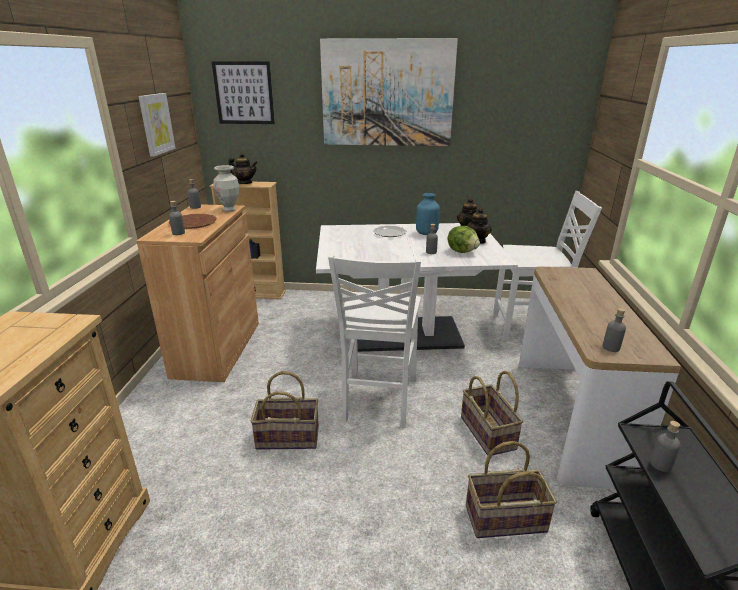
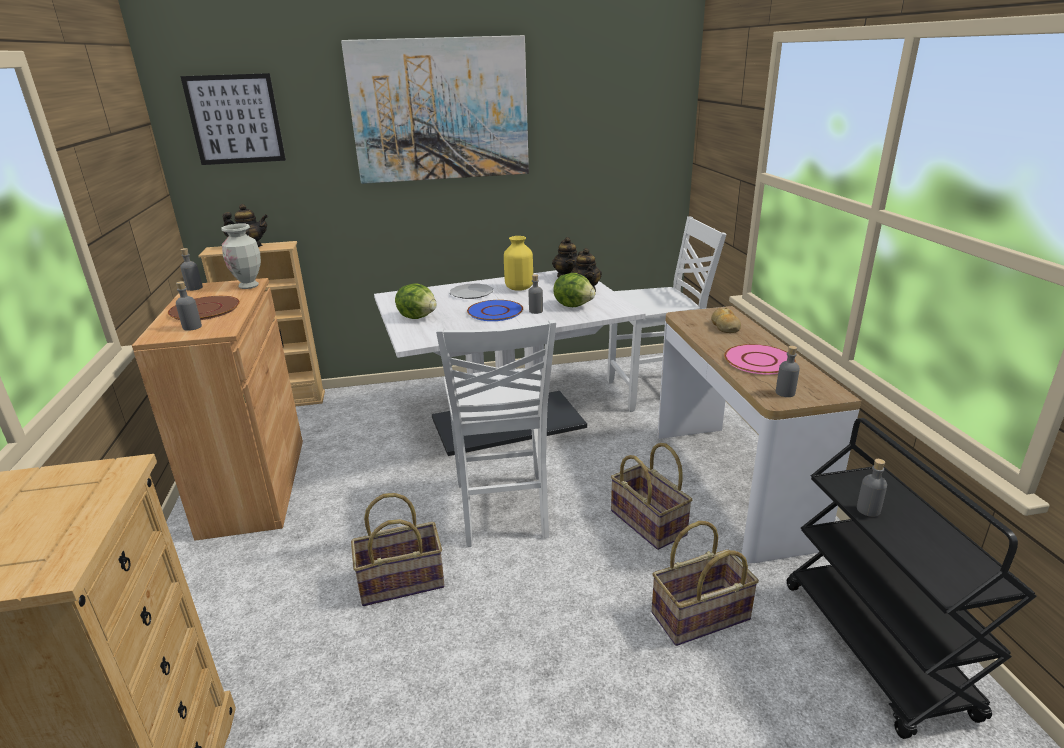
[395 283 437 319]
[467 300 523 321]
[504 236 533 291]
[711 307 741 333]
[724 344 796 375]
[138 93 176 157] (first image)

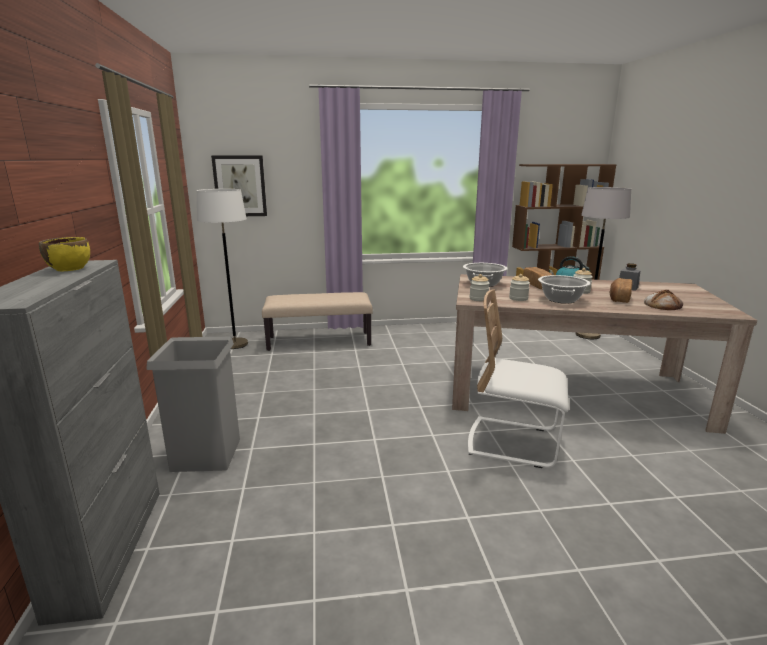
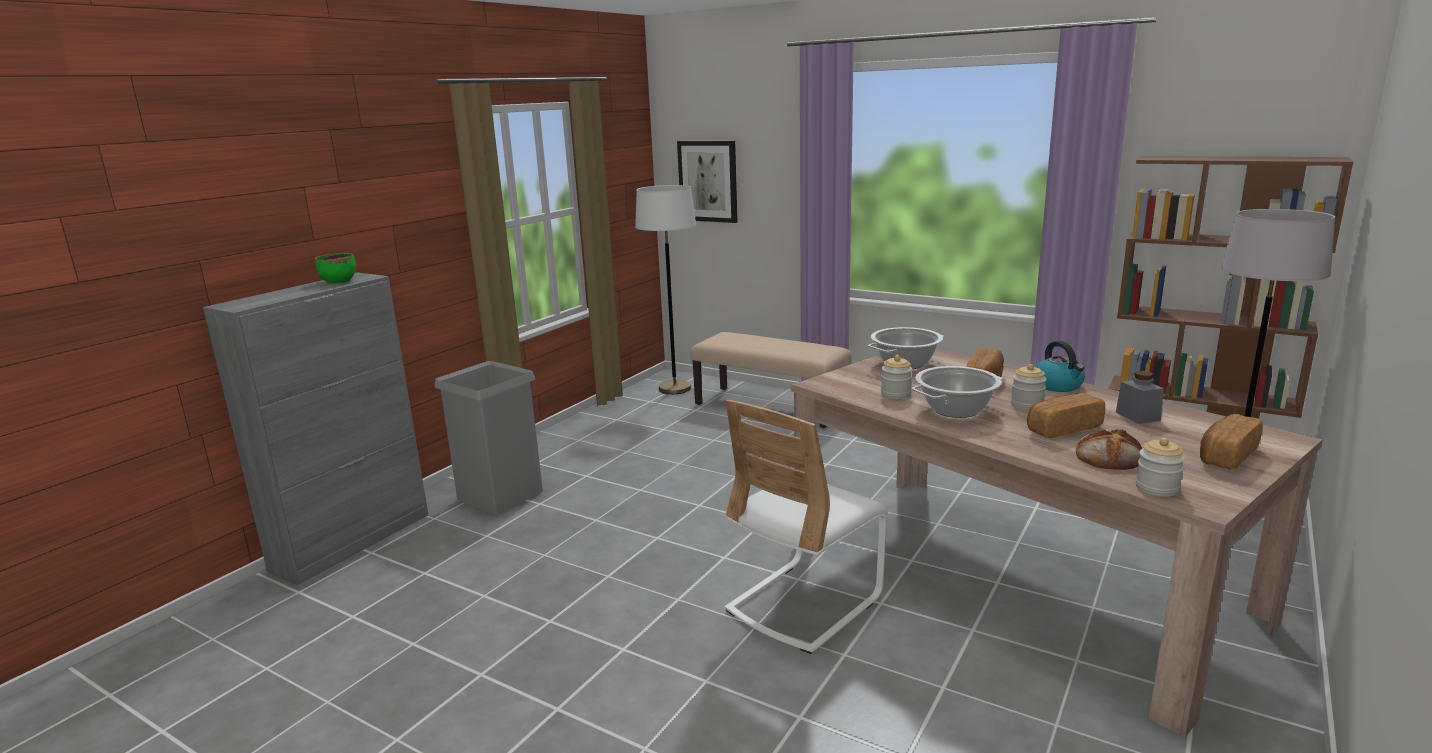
[314 253 356 284]
[725 400 887 654]
[1135 438 1185 497]
[1200 414 1263 470]

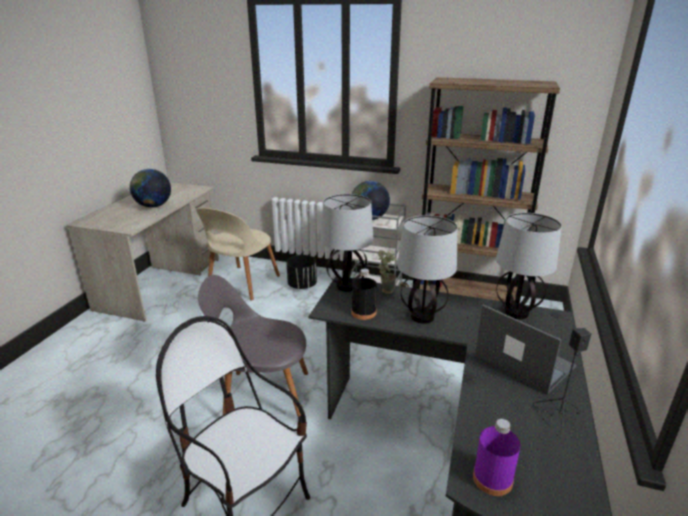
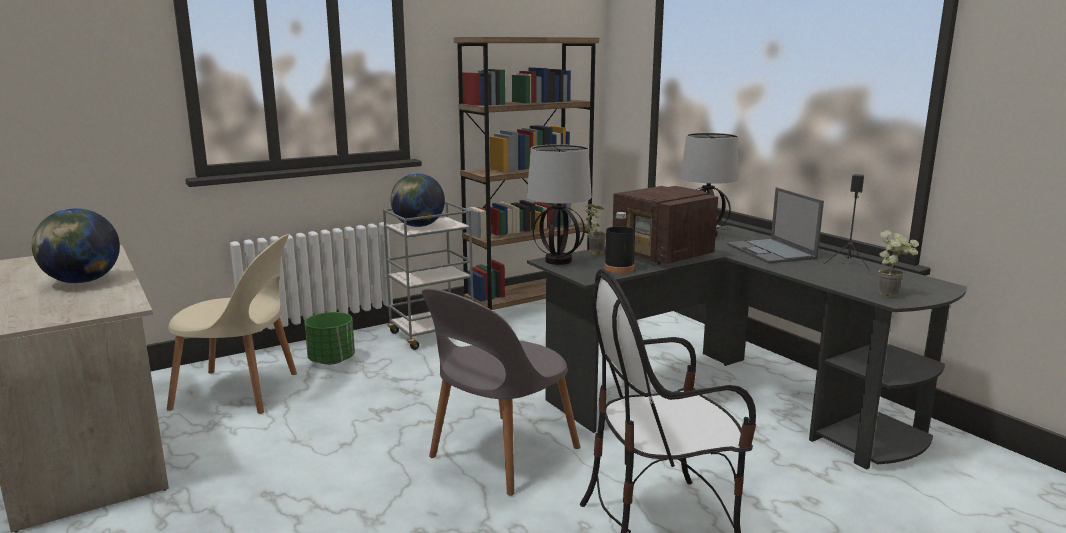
[167 234 297 414]
[304 312 355 365]
[613 186 718 265]
[727 187 824 264]
[879 229 919 297]

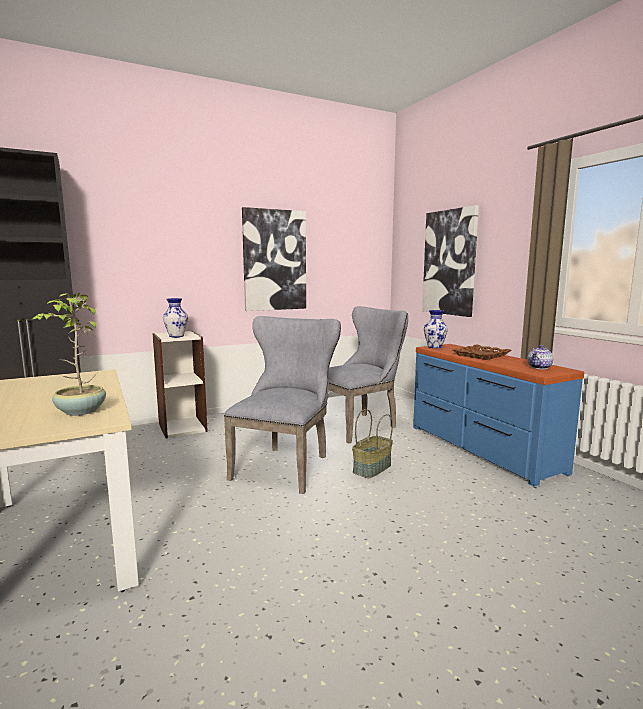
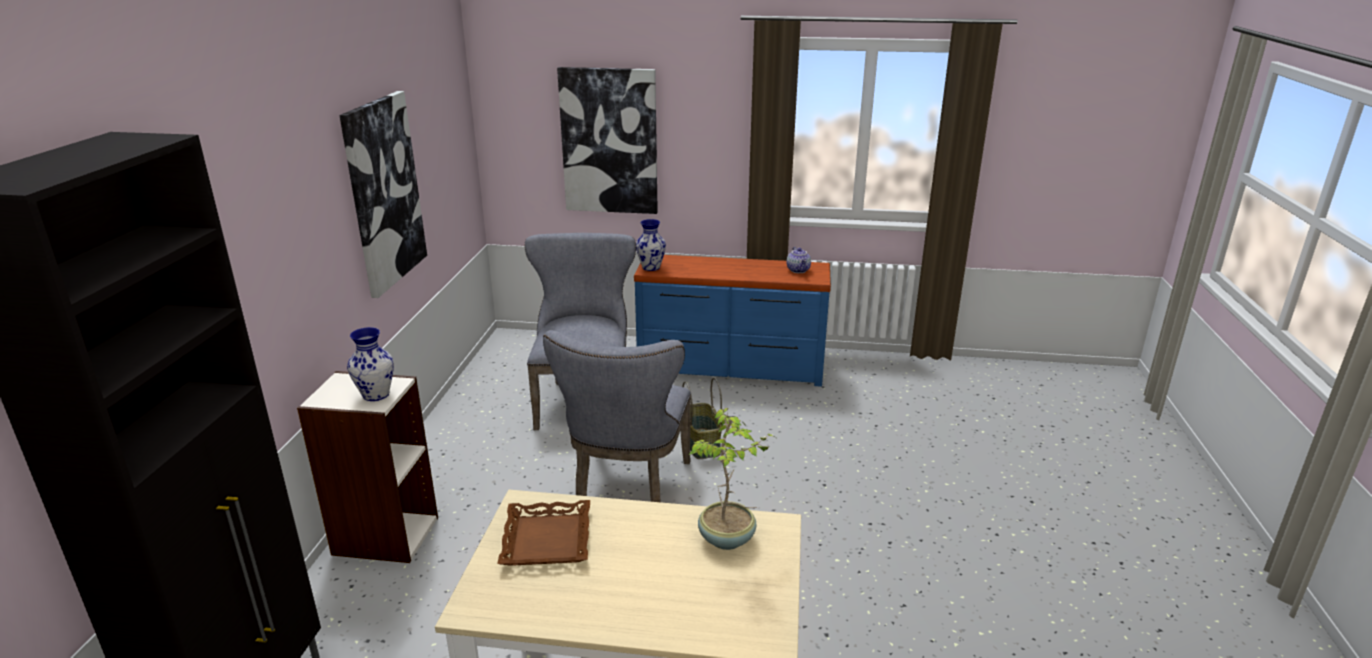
[497 500 590 566]
[543 330 691 502]

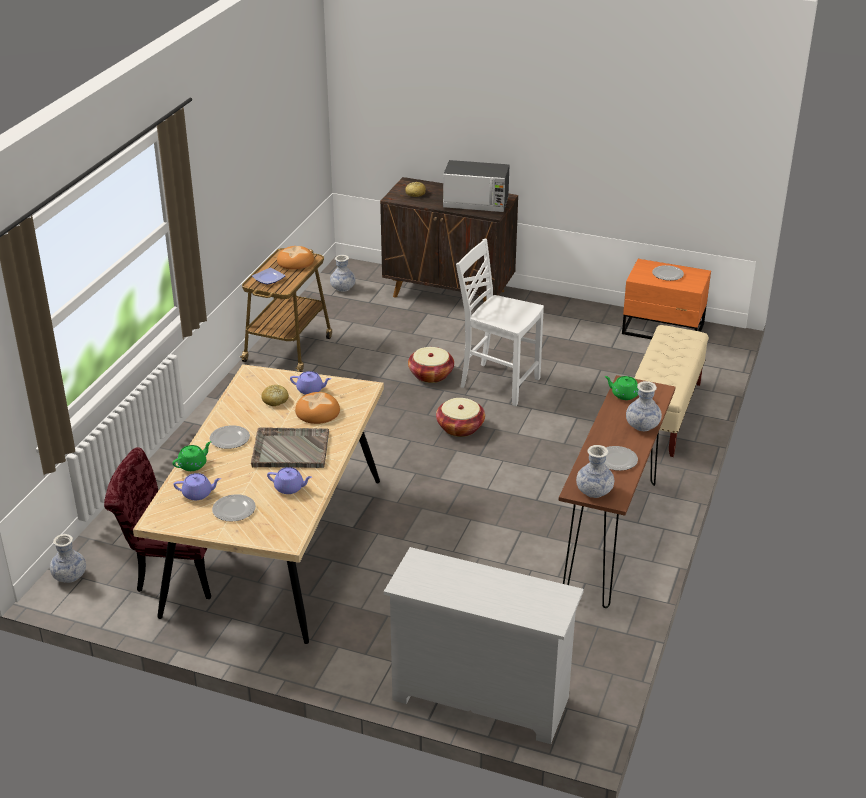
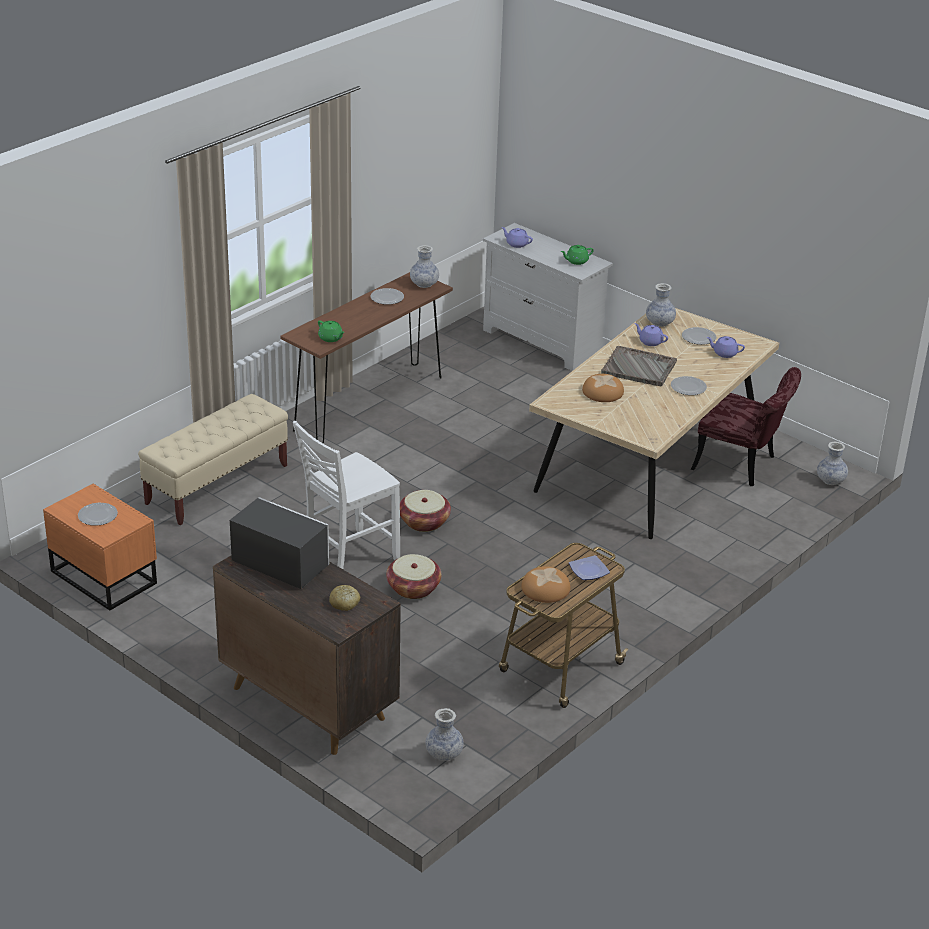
[293 421 400 569]
[502 227 533 248]
[560 245 594 265]
[646 283 676 327]
[261 385 289 406] (first image)

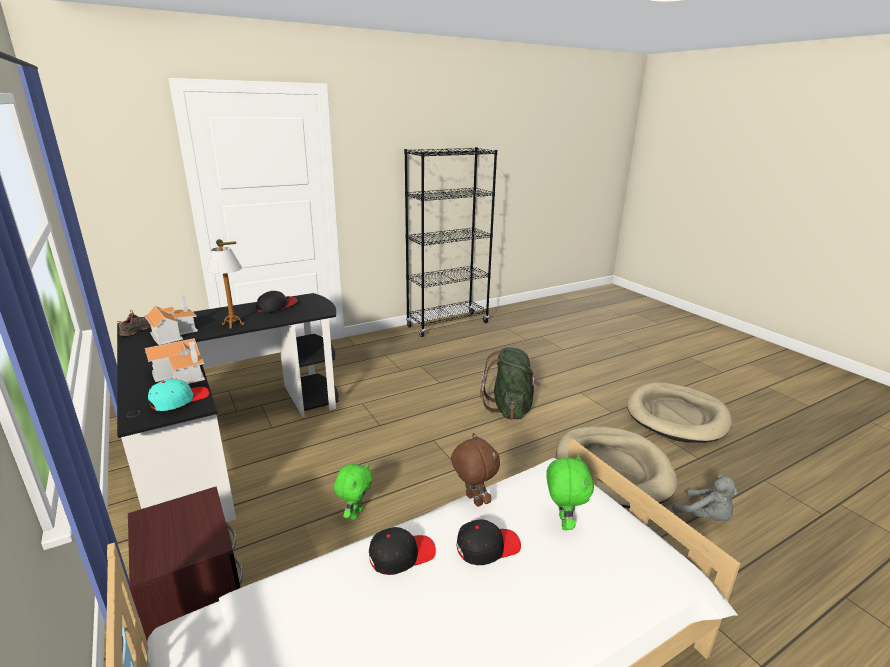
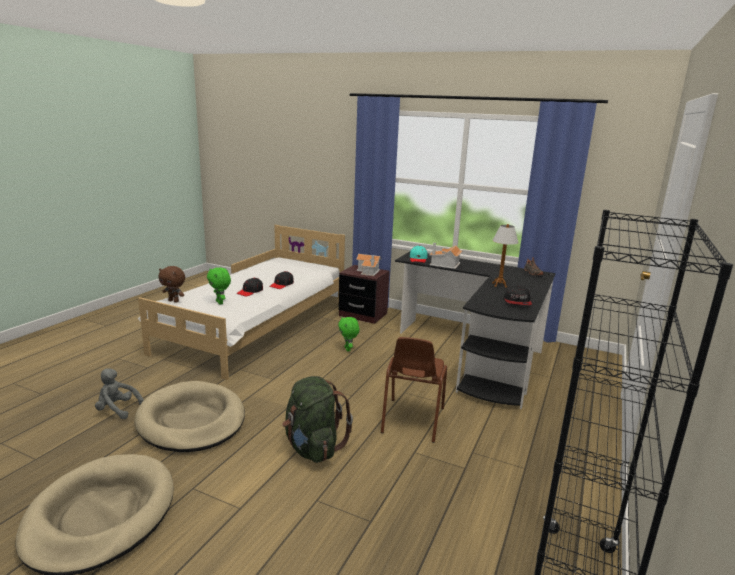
[159 266 185 303]
[356 254 381 276]
[381 337 447 443]

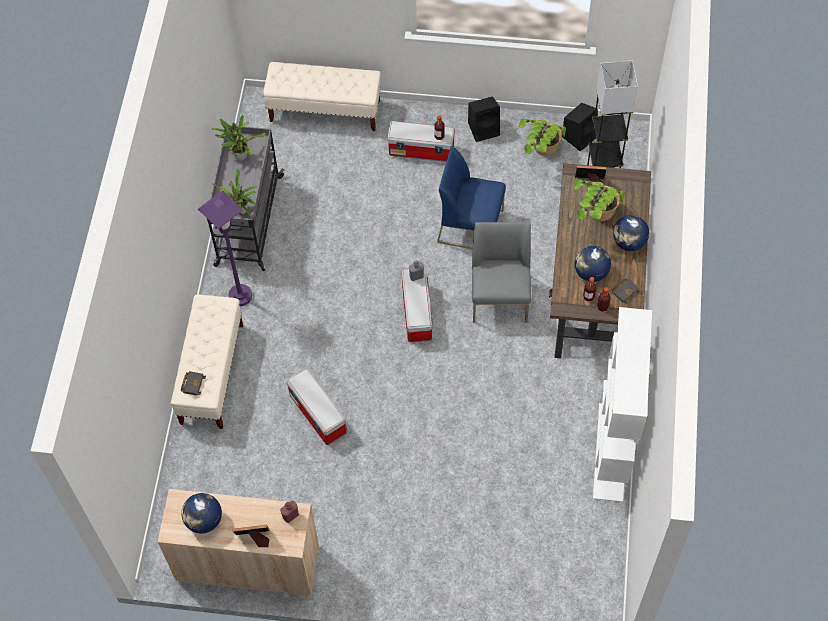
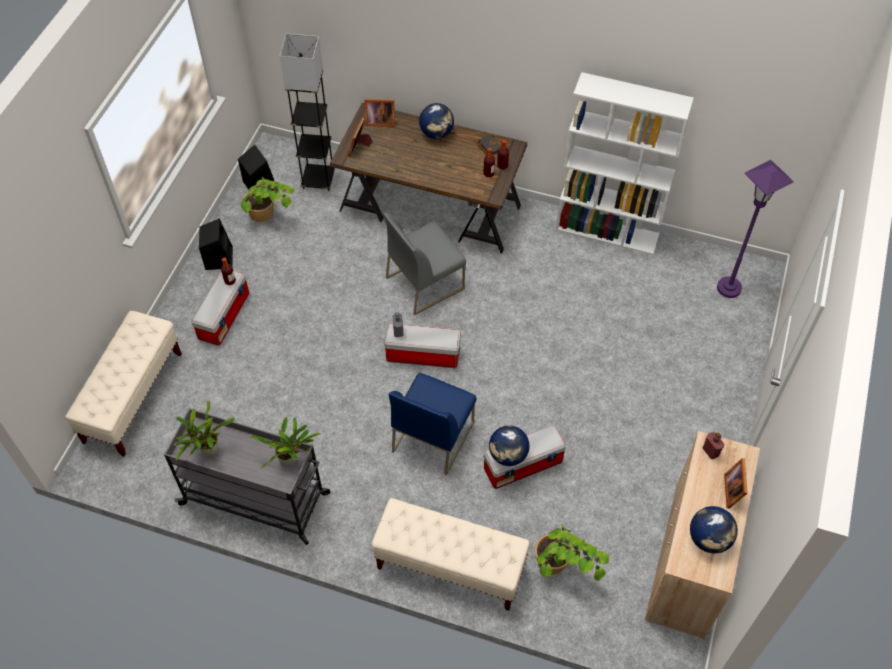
[365 99 395 127]
[383 212 466 315]
[389 373 476 475]
[489 425 530 466]
[535 524 610 581]
[717 160 794 298]
[180 371 206 396] (first image)

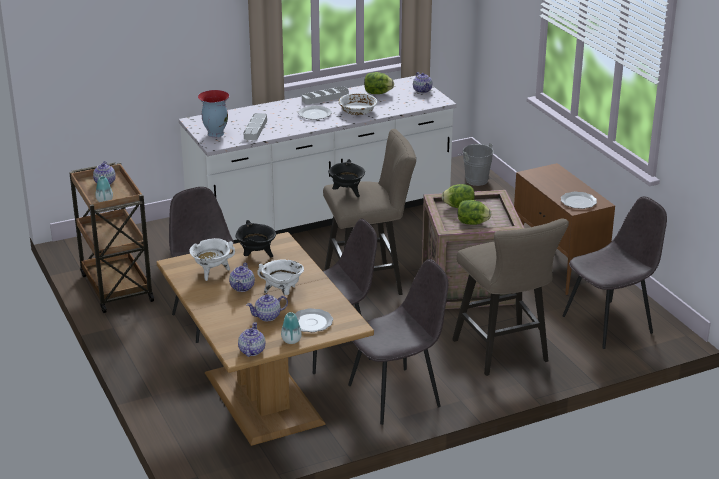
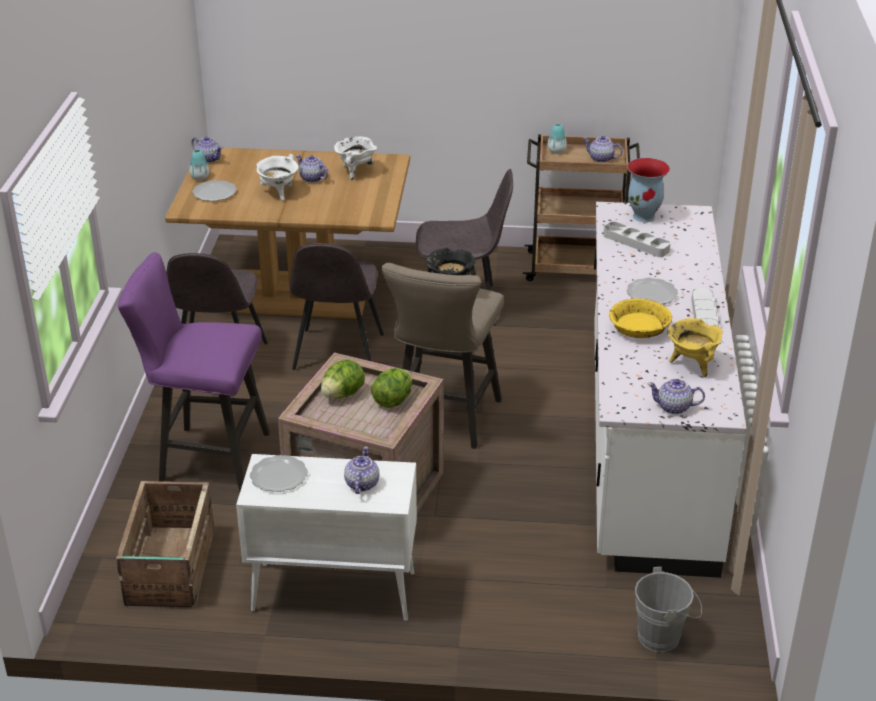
[116 481 214 607]
[118 252 270 492]
[236 454 417 621]
[344 446 379 494]
[609 298 672 338]
[667 318 723 377]
[235 220 276 258] (first image)

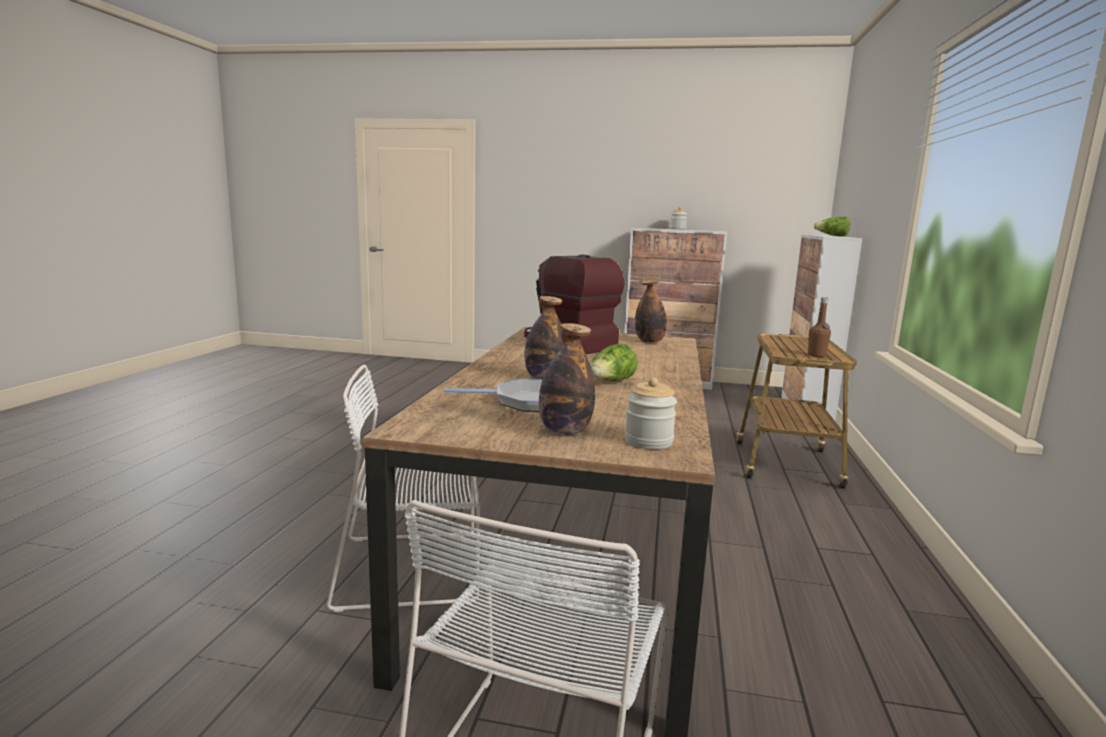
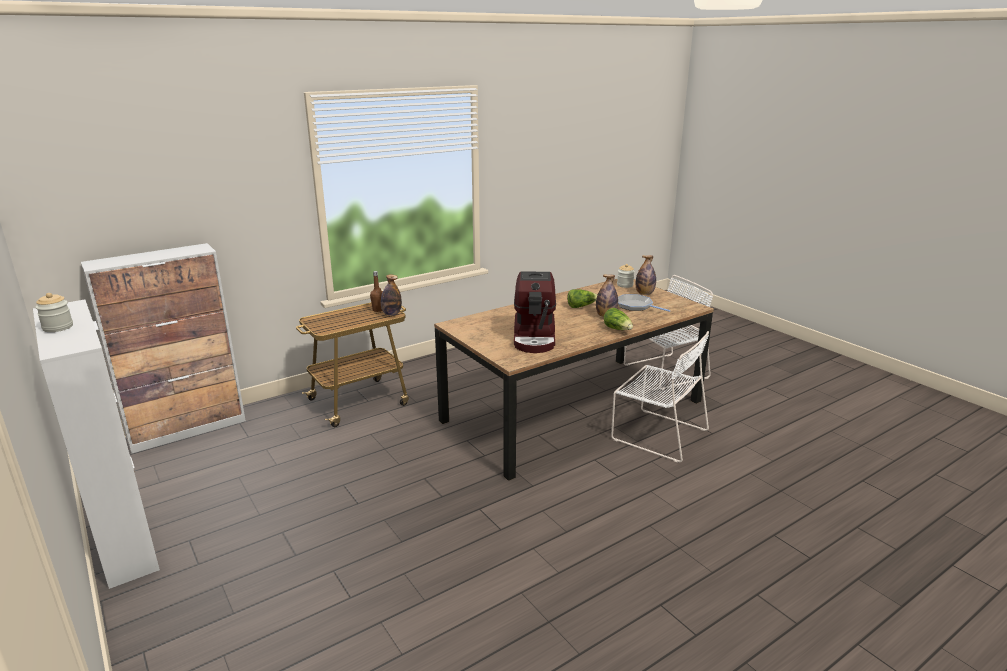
[381 274 402 316]
[604 308 633 330]

